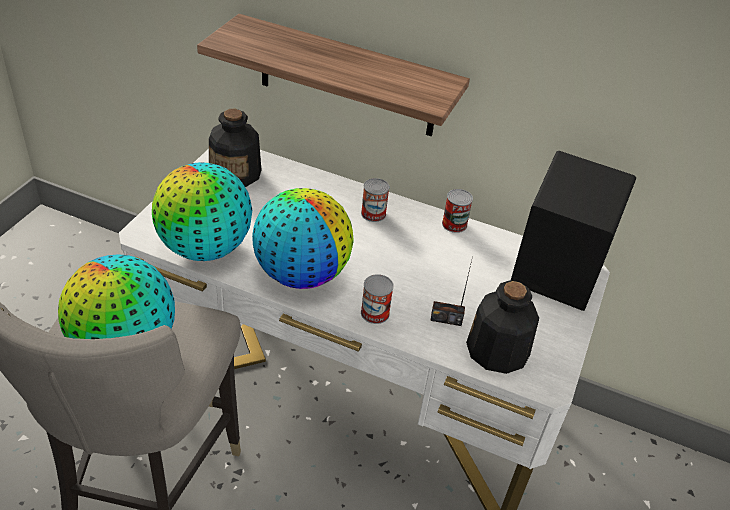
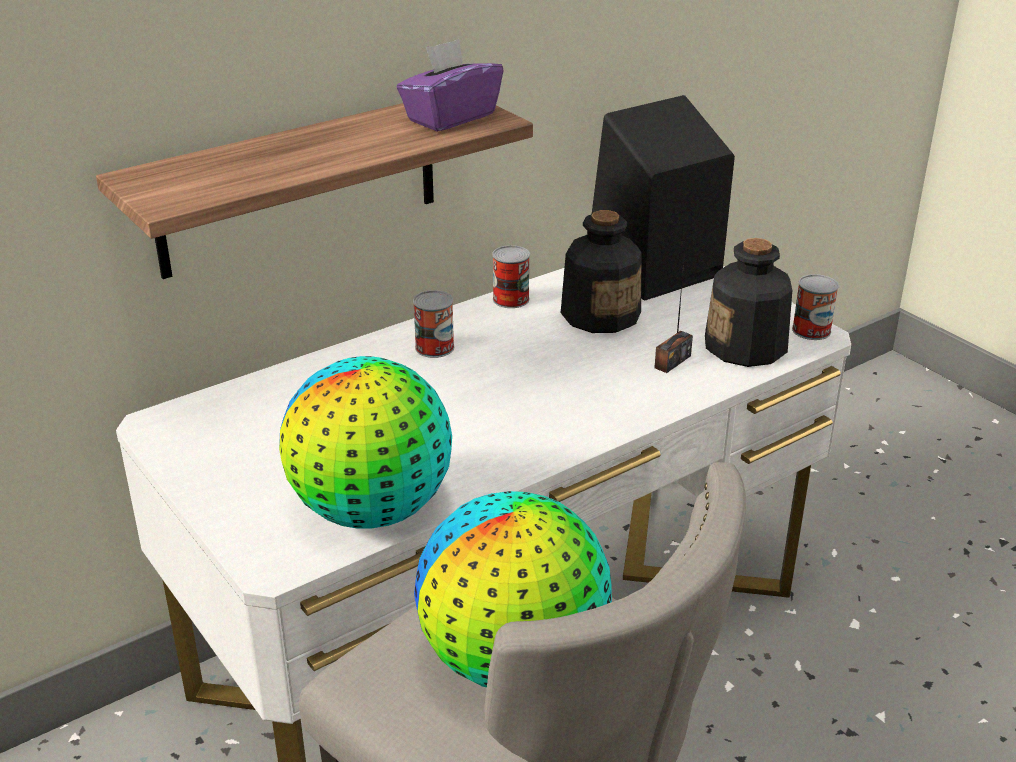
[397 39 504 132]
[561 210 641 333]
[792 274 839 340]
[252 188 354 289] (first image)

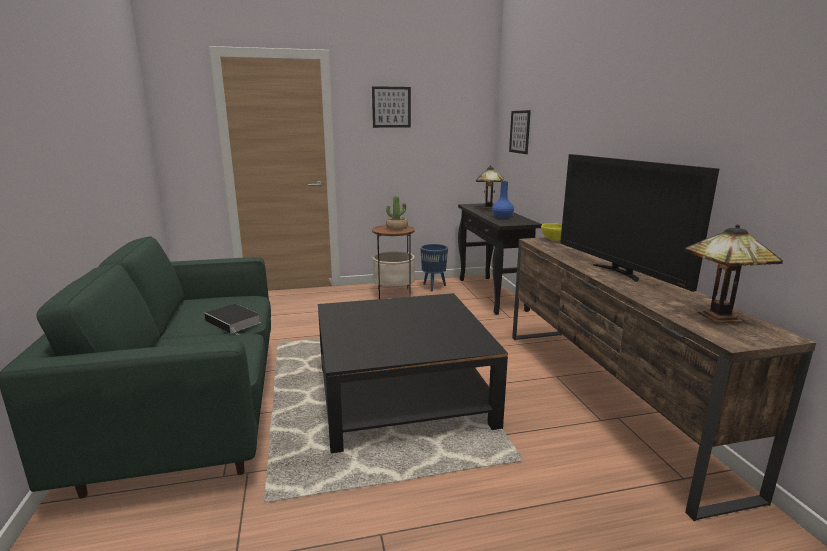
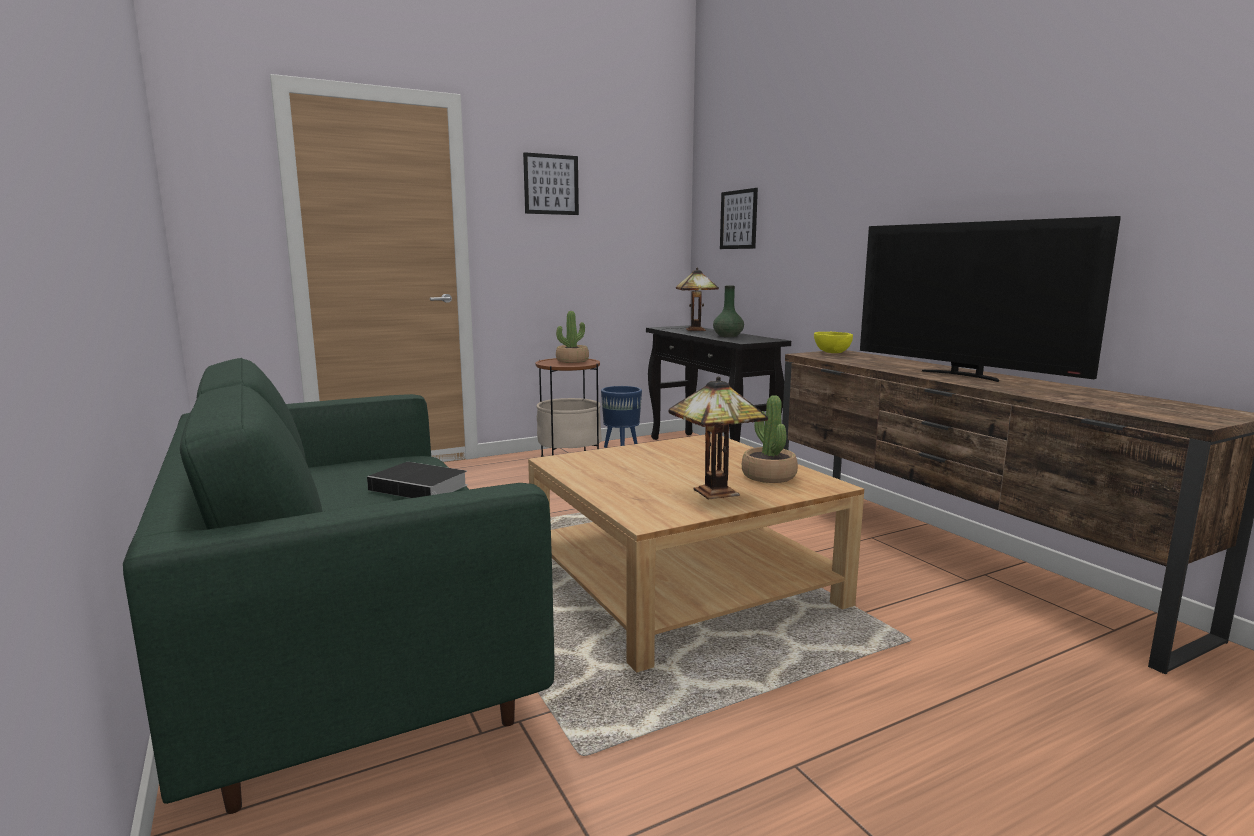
[528 434 864 673]
[669 376 768 499]
[713 285 744 337]
[742 395 798 483]

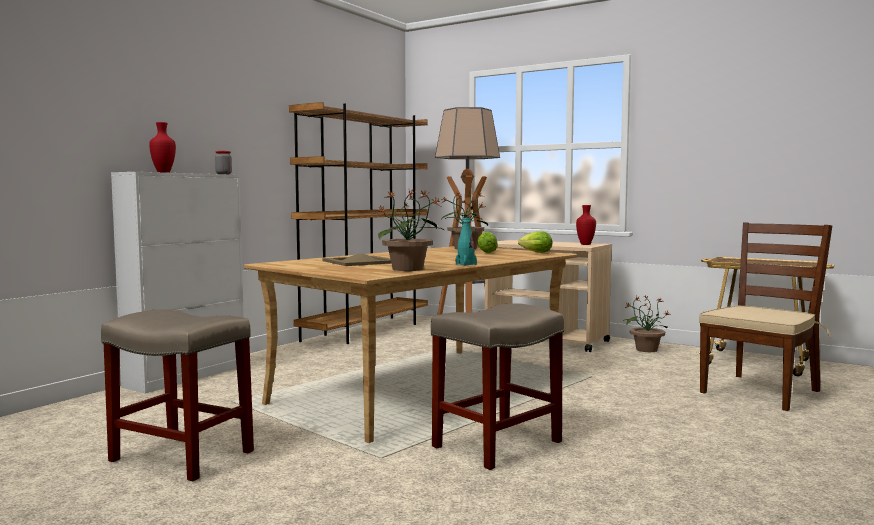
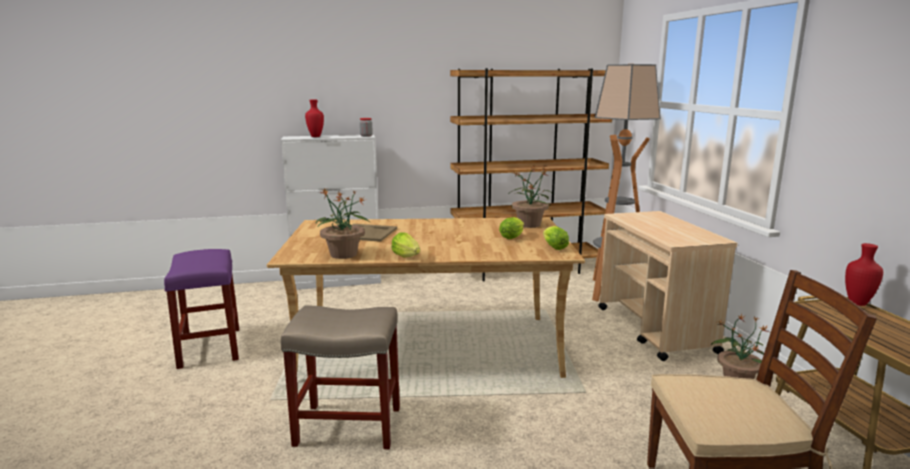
[164 249 239 369]
[391 232 420 257]
[845 243 883 306]

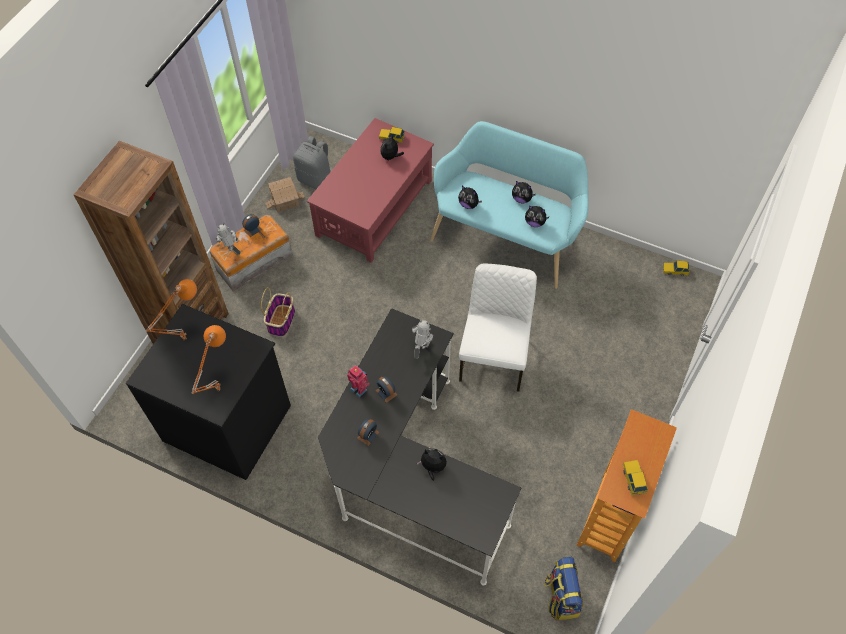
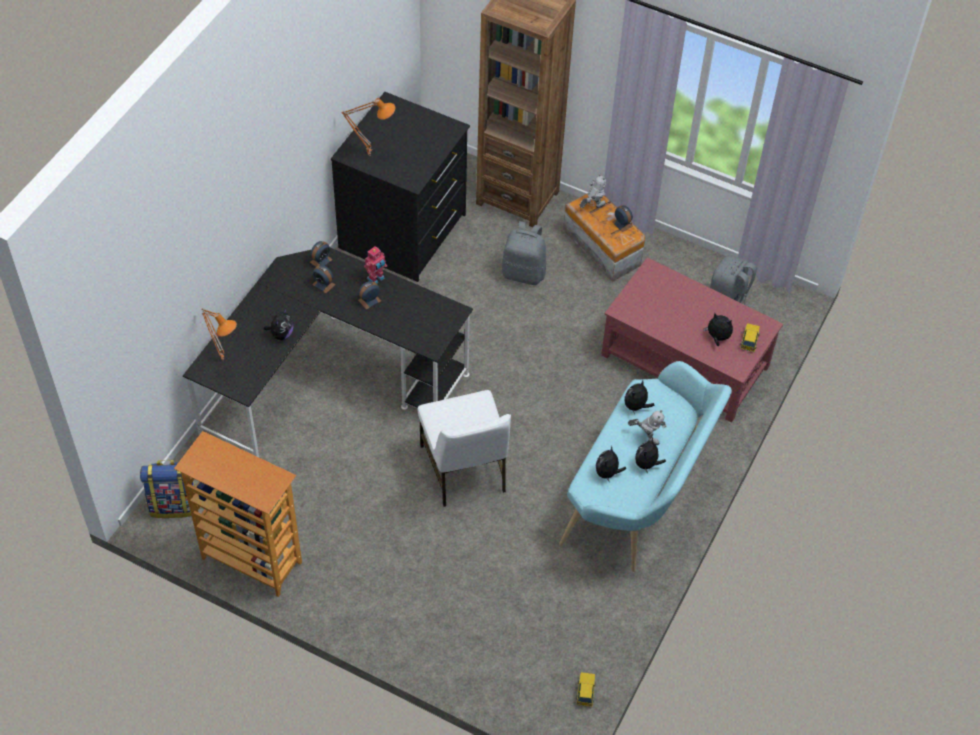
[202 308 237 362]
[310 241 333 267]
[418 390 511 507]
[502 221 546 285]
[628 410 667 445]
[265 177 305 212] (first image)
[623 460 648 495] (first image)

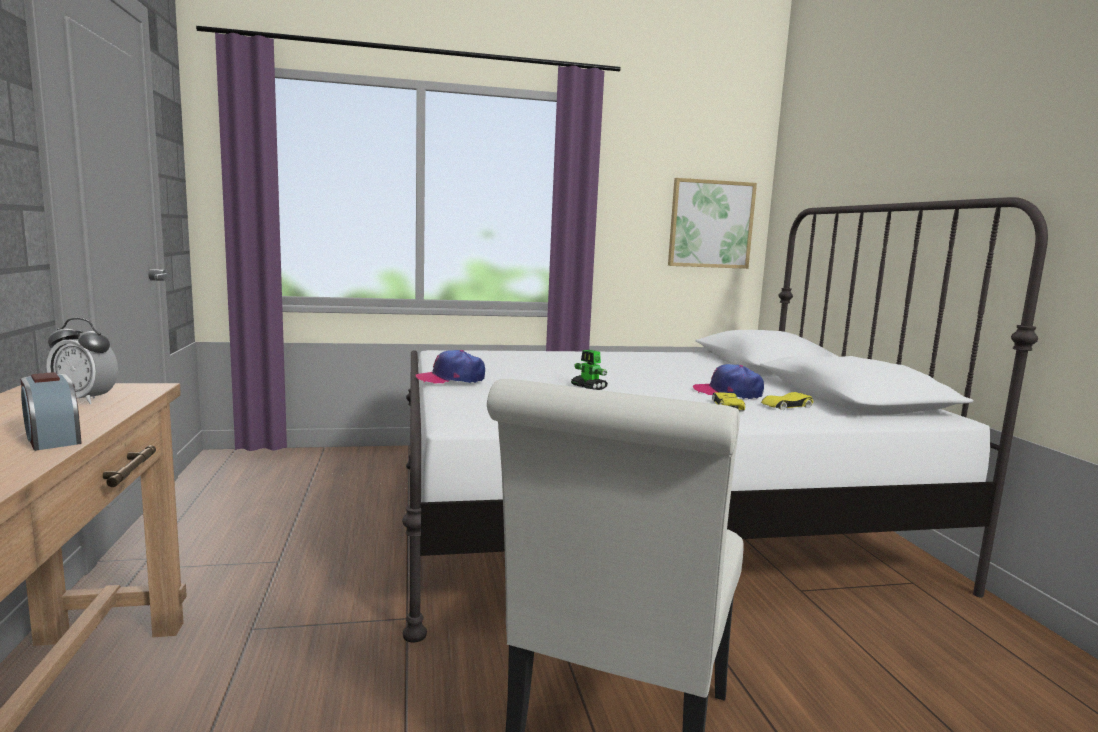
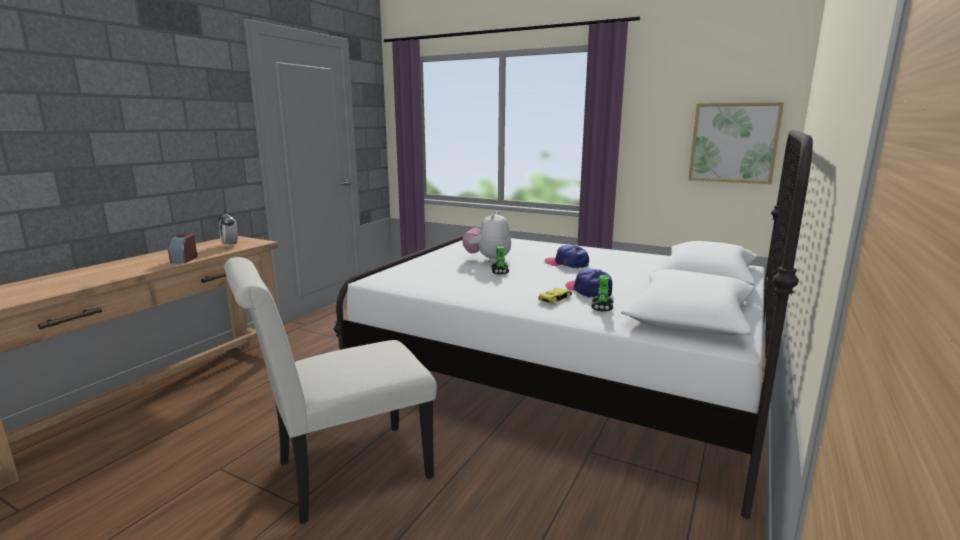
[462 211 511 262]
[545 245 589 268]
[591 275 613 311]

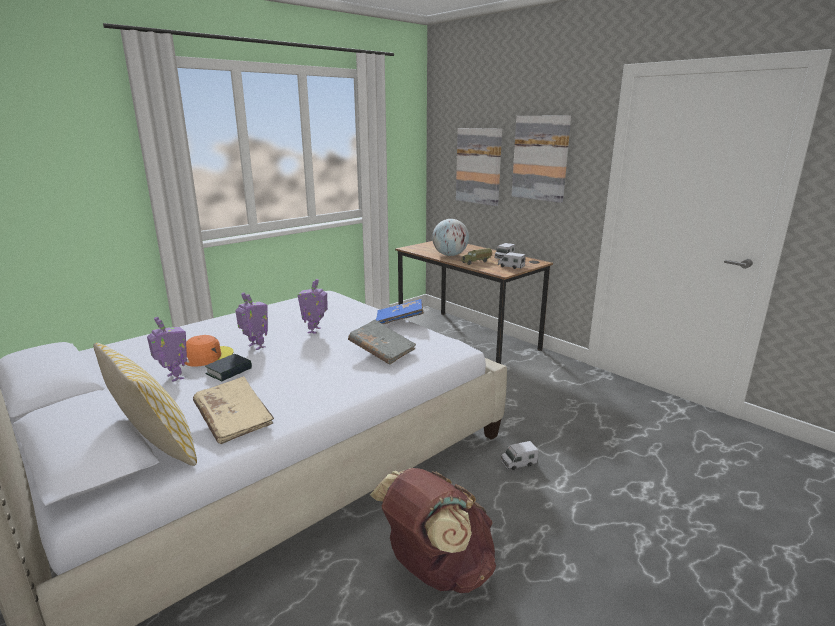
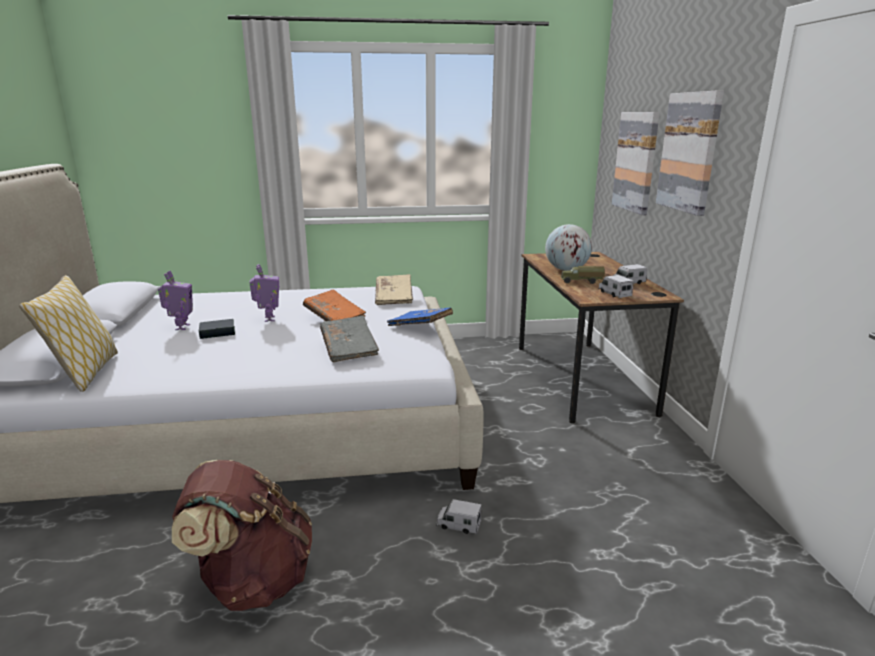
[303 289 366 321]
[375 274 413 305]
[185 335 234 367] (first image)

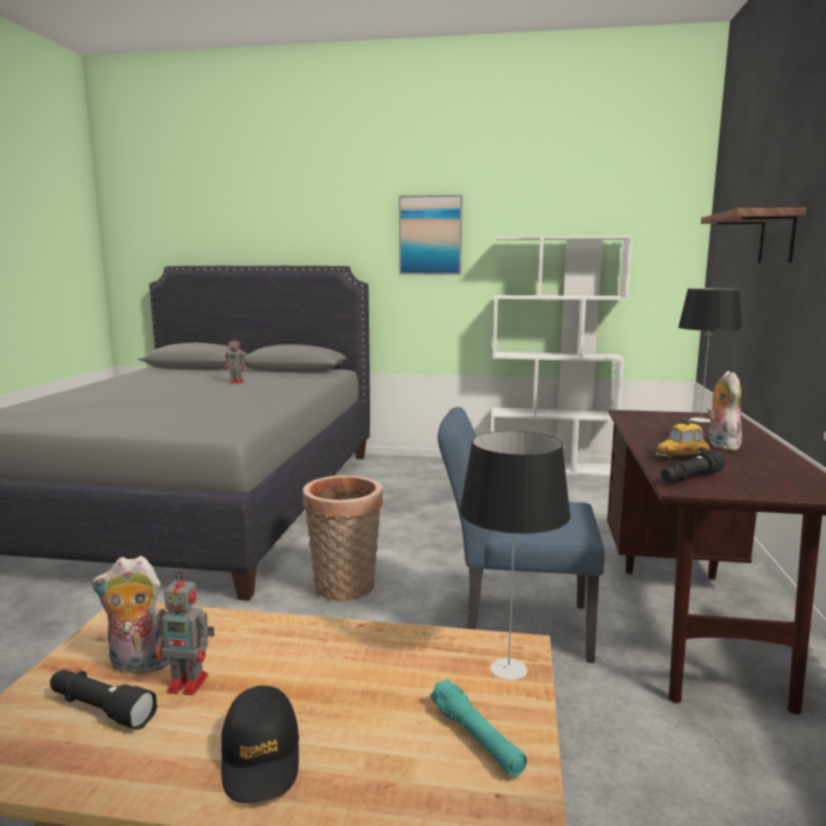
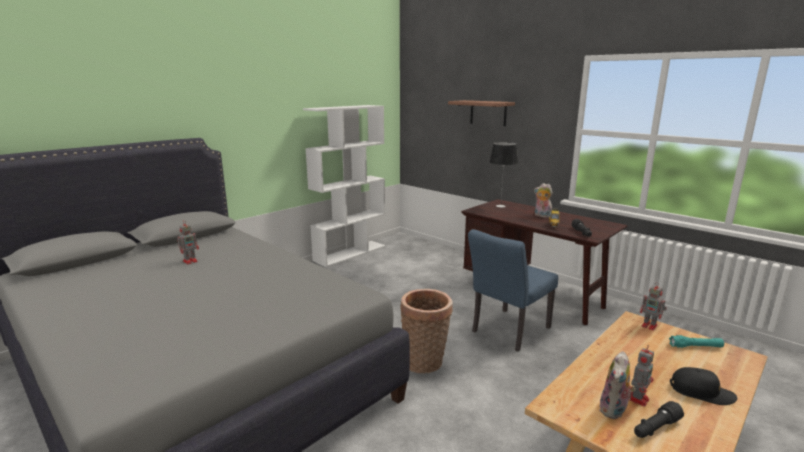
[640 282 667 330]
[399 195 463 275] (first image)

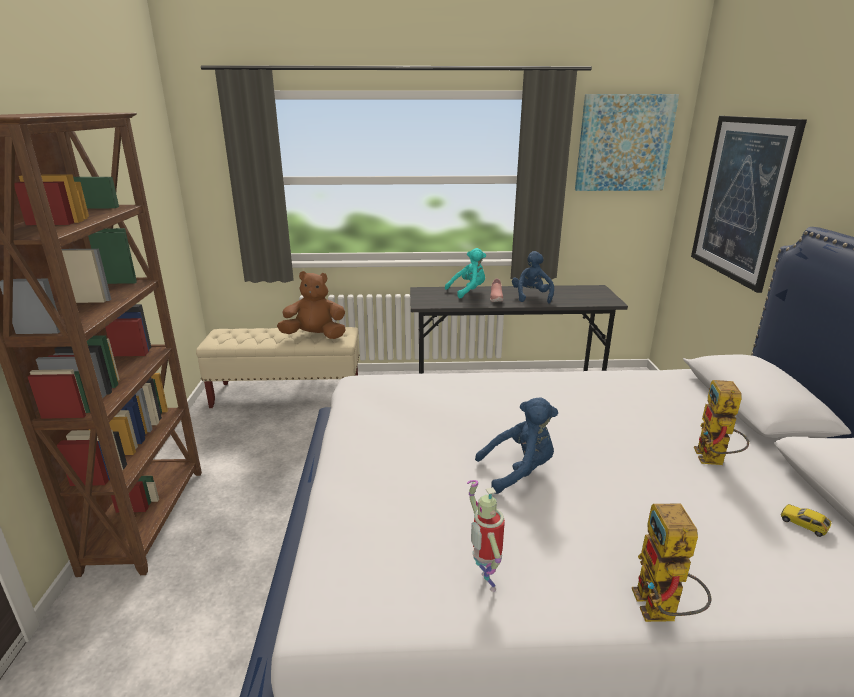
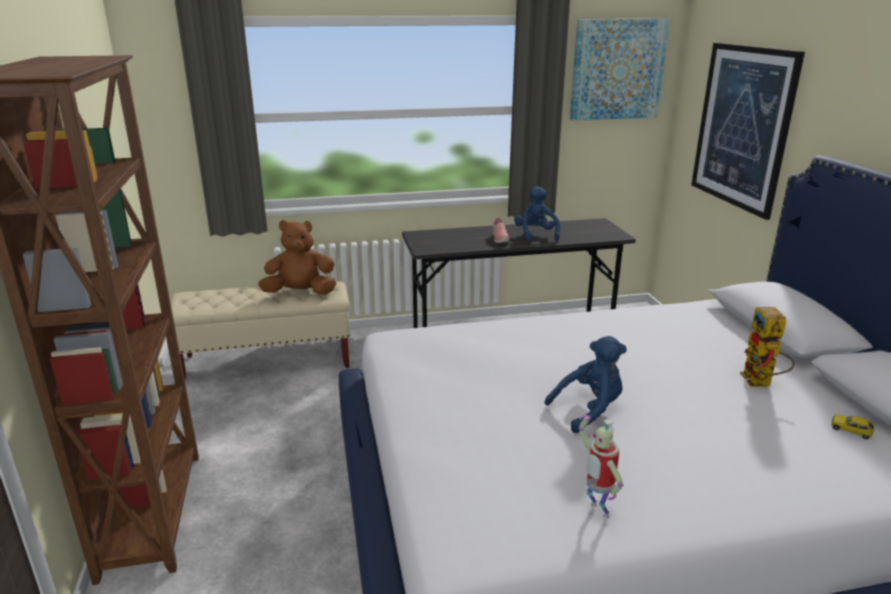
[445 248 486 299] (first image)
[632 504 711 622] (first image)

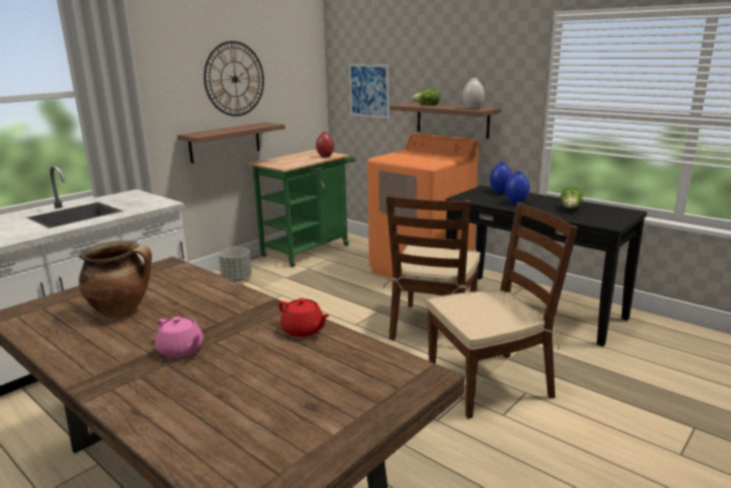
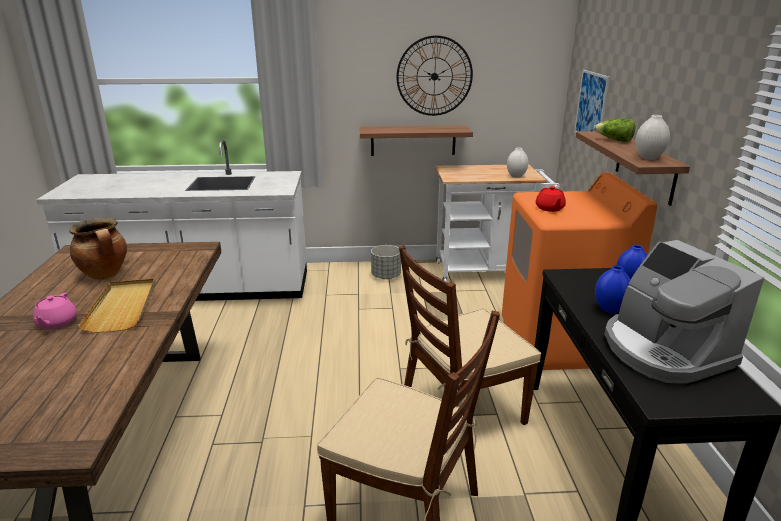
[78 279 155 333]
[435 164 560 282]
[507 147 529 178]
[536 186 566 212]
[604 240 764 384]

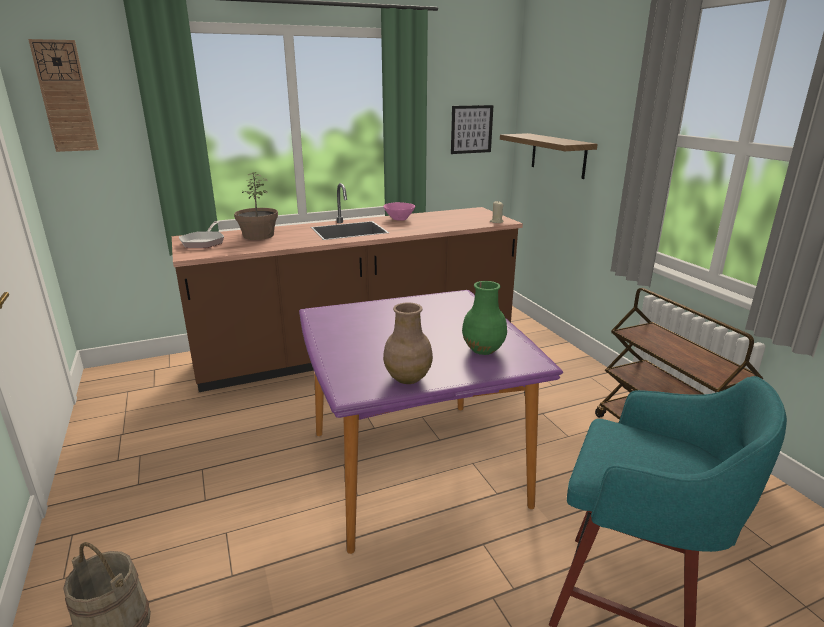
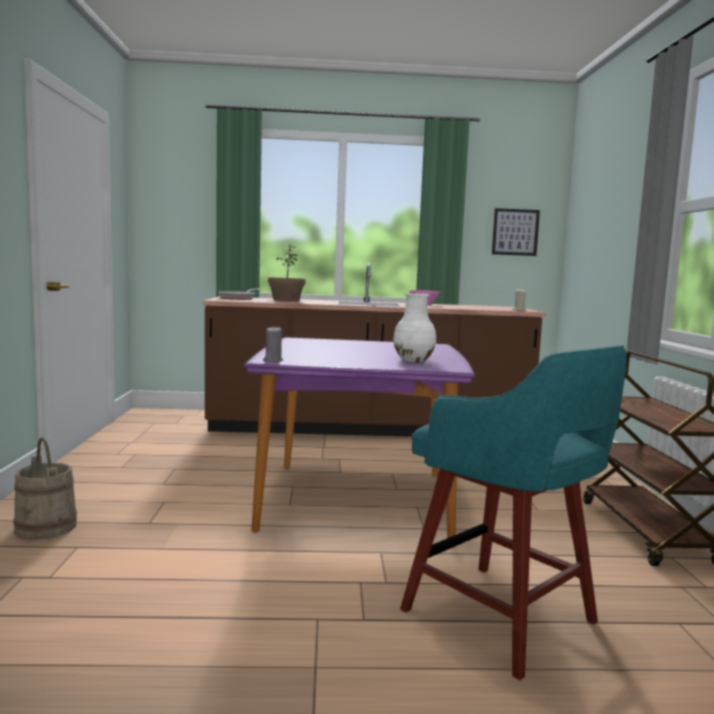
[263 326 283 362]
[393 293 436 362]
[28 39 99 152] (first image)
[383 303 433 384] (first image)
[500 133 598 179] (first image)

